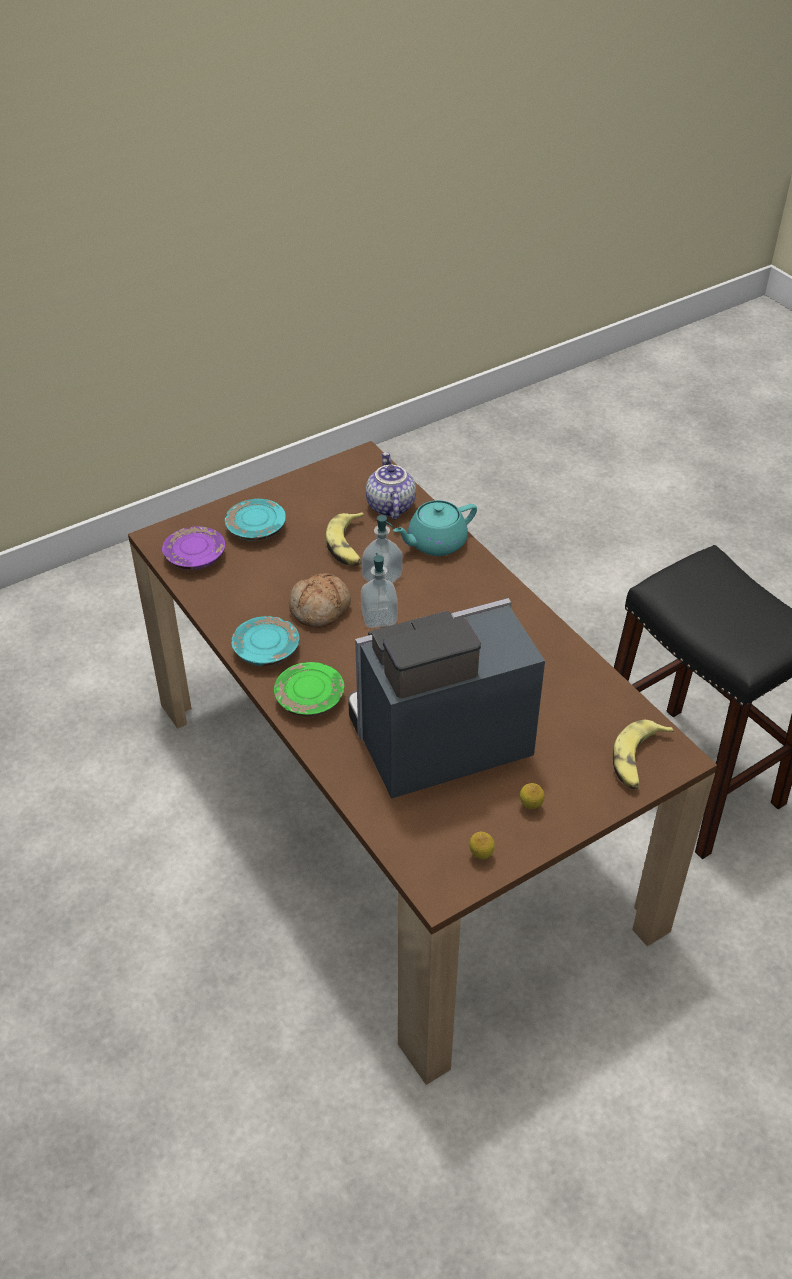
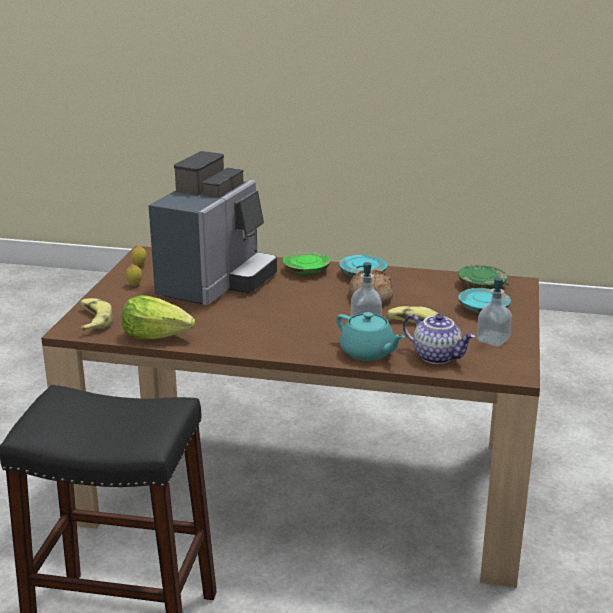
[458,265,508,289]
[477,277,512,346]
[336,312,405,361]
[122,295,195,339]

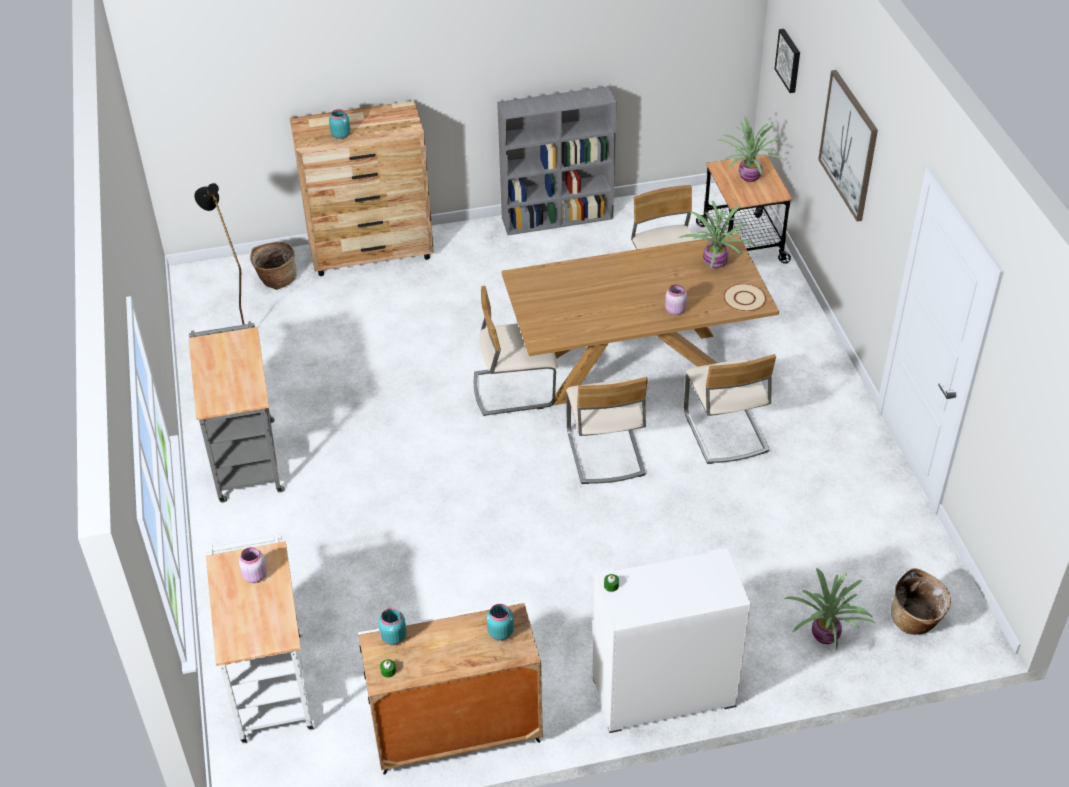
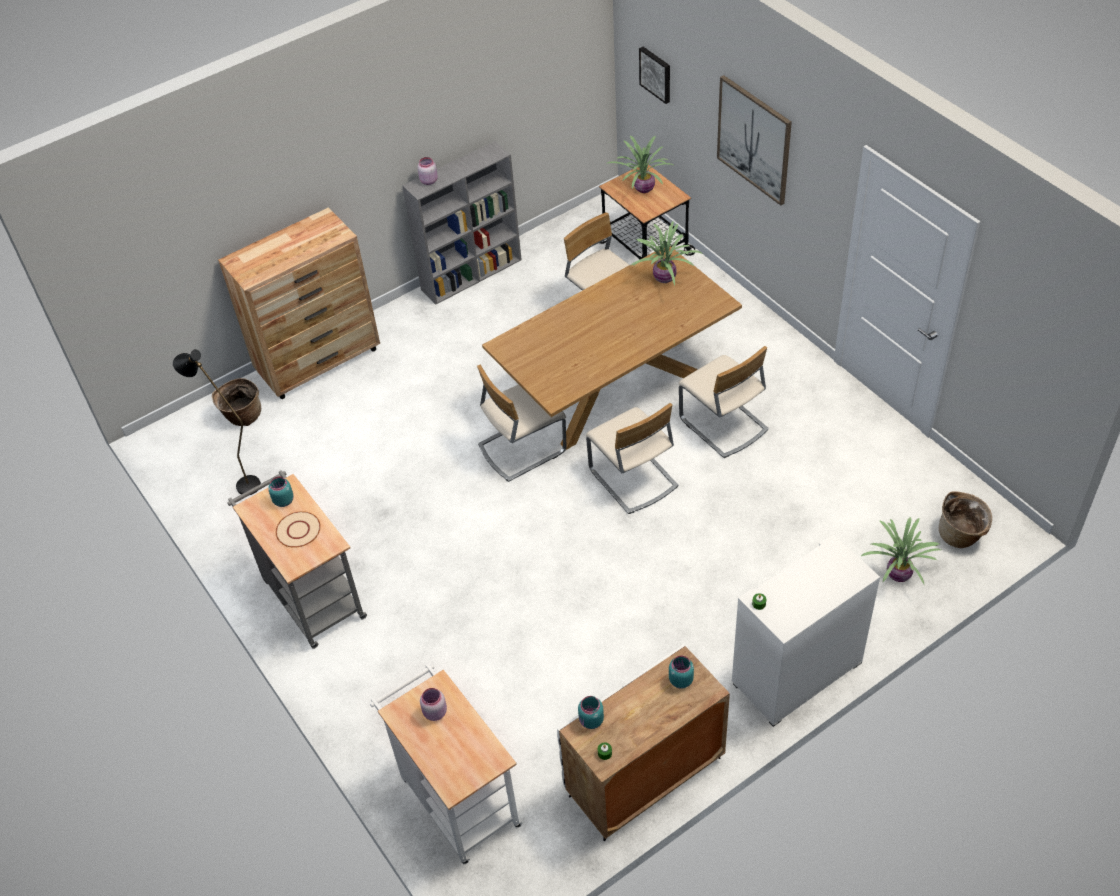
[268,477,294,507]
[418,157,438,185]
[276,511,321,548]

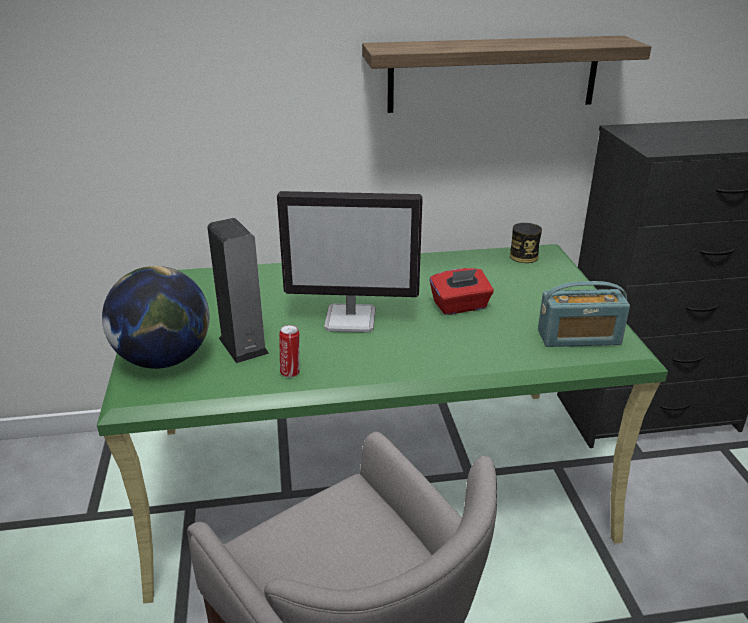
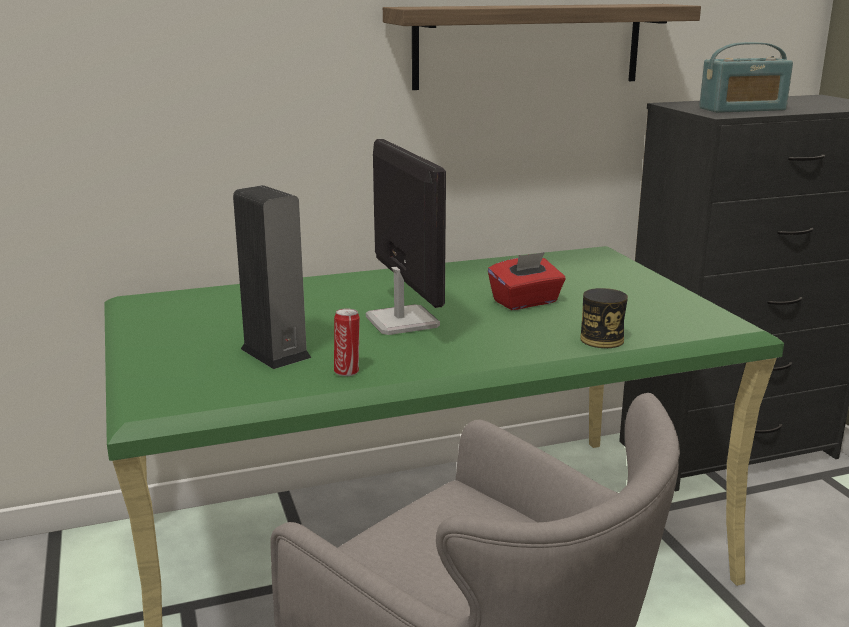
[102,266,209,369] (first image)
[366,139,446,335]
[580,288,628,348]
[699,42,793,113]

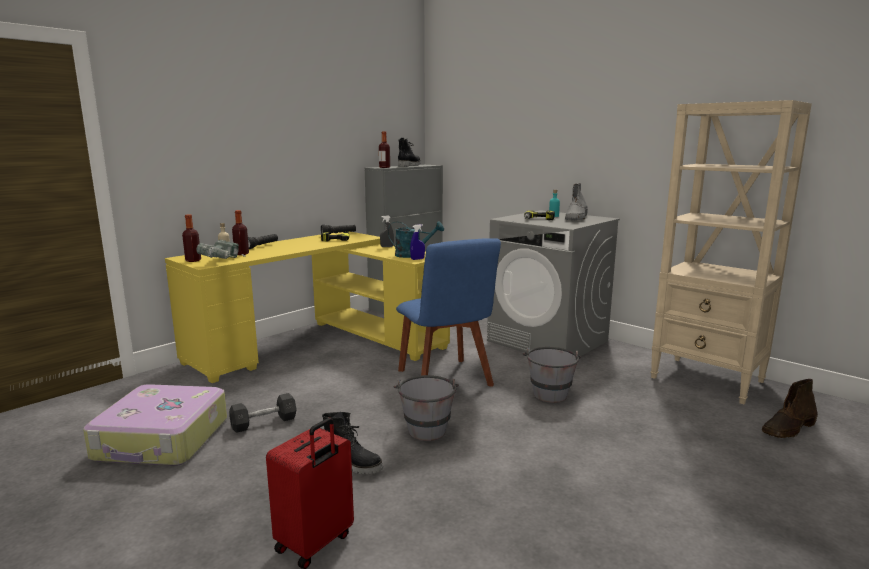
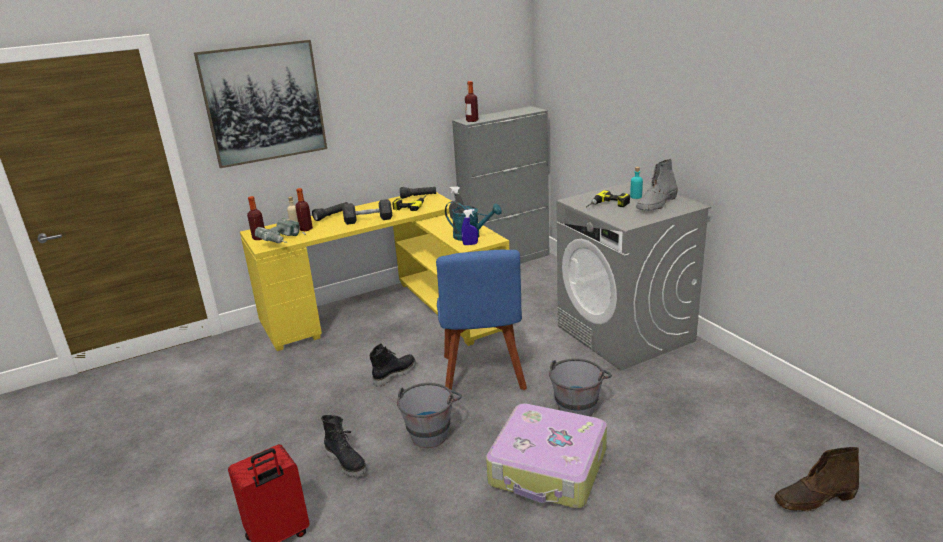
[486,403,607,509]
[343,199,392,225]
[369,343,416,387]
[650,100,812,404] (first image)
[194,40,327,168]

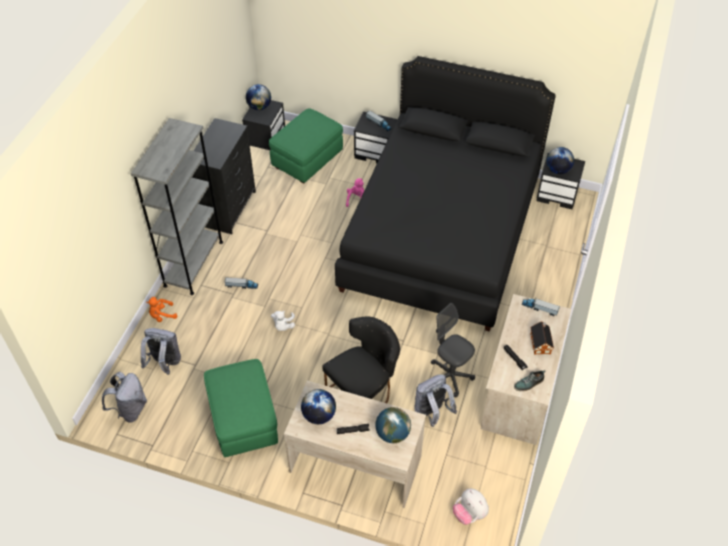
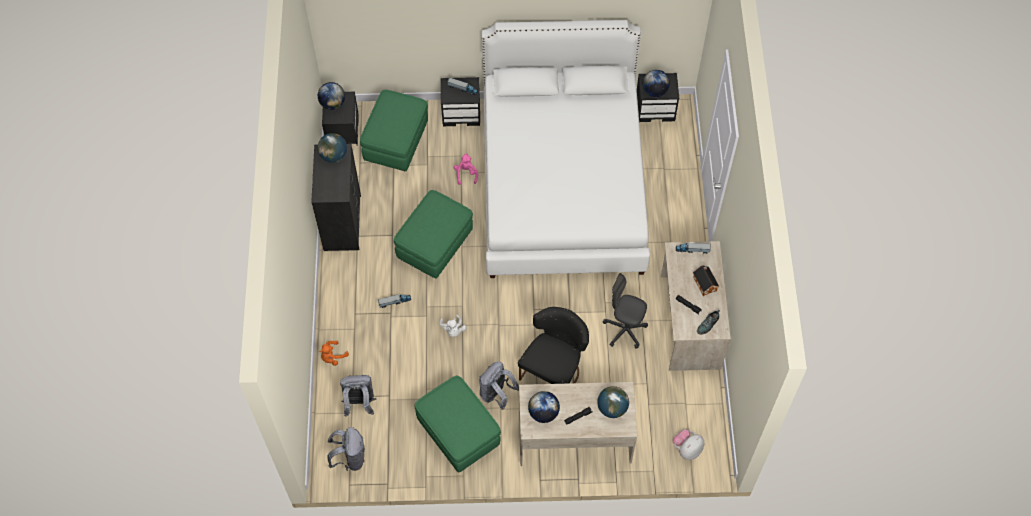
[130,118,223,295] (first image)
[482,20,650,278]
[479,361,519,410]
[672,429,705,460]
[317,133,347,163]
[394,190,473,279]

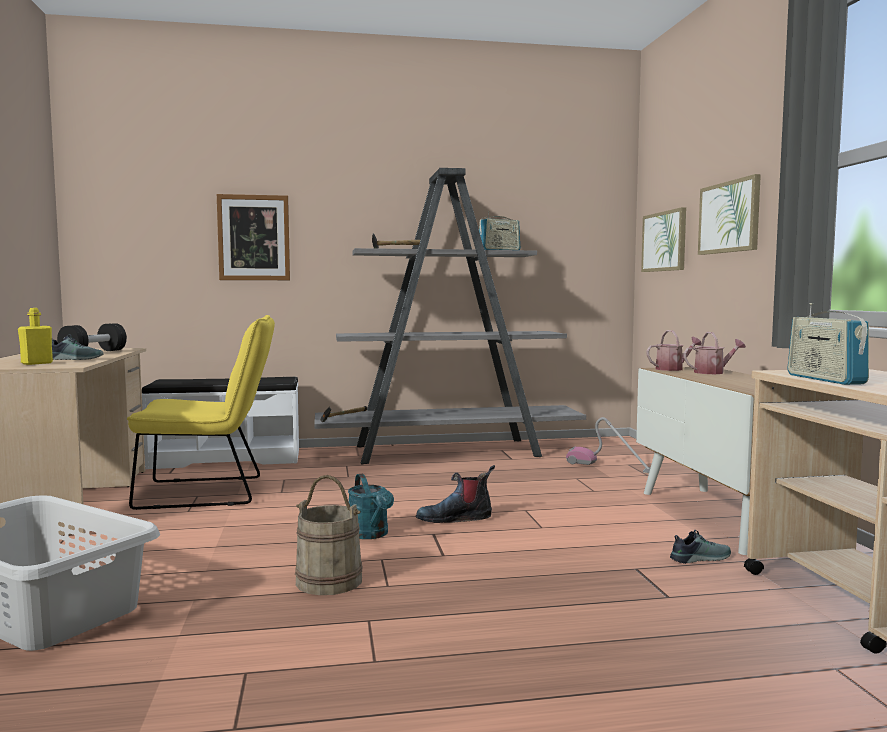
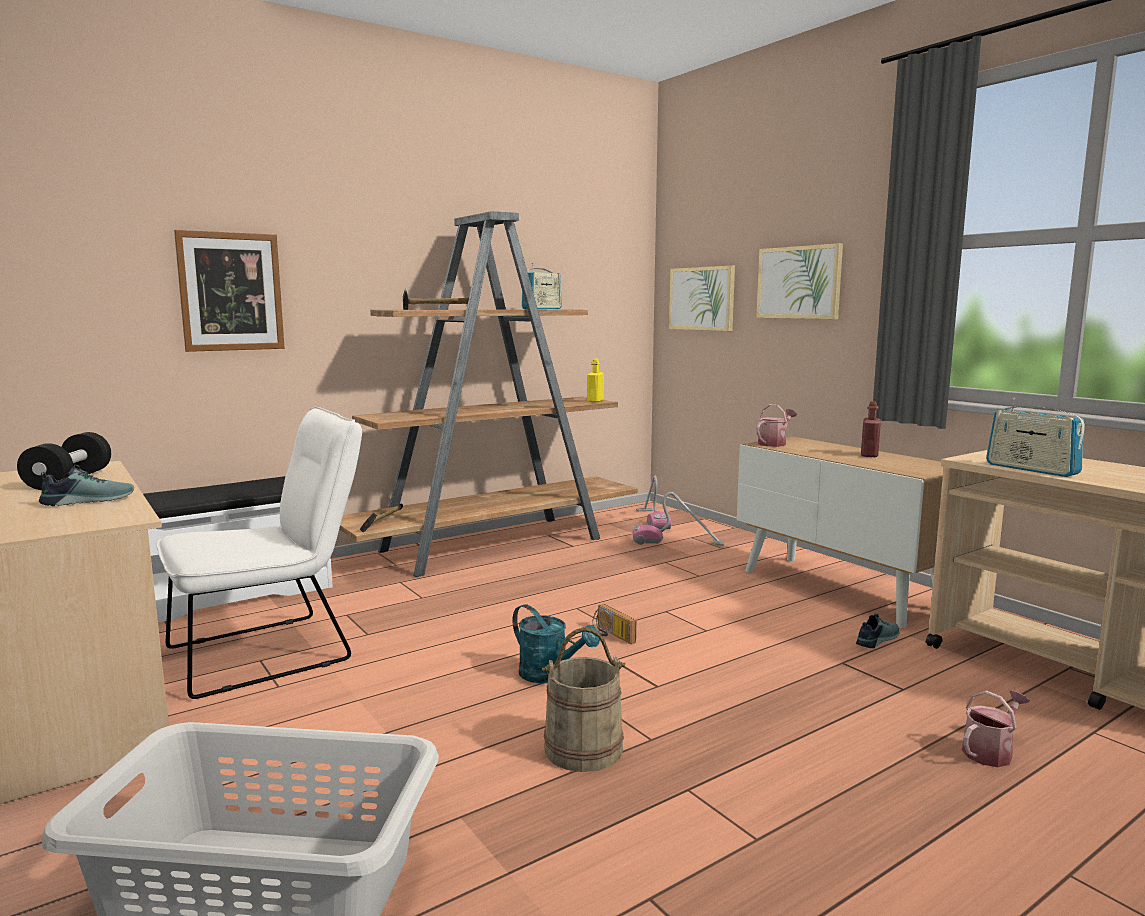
[587,358,604,402]
[156,407,362,699]
[339,211,637,577]
[593,604,636,644]
[962,690,1030,767]
[636,476,671,529]
[861,401,881,457]

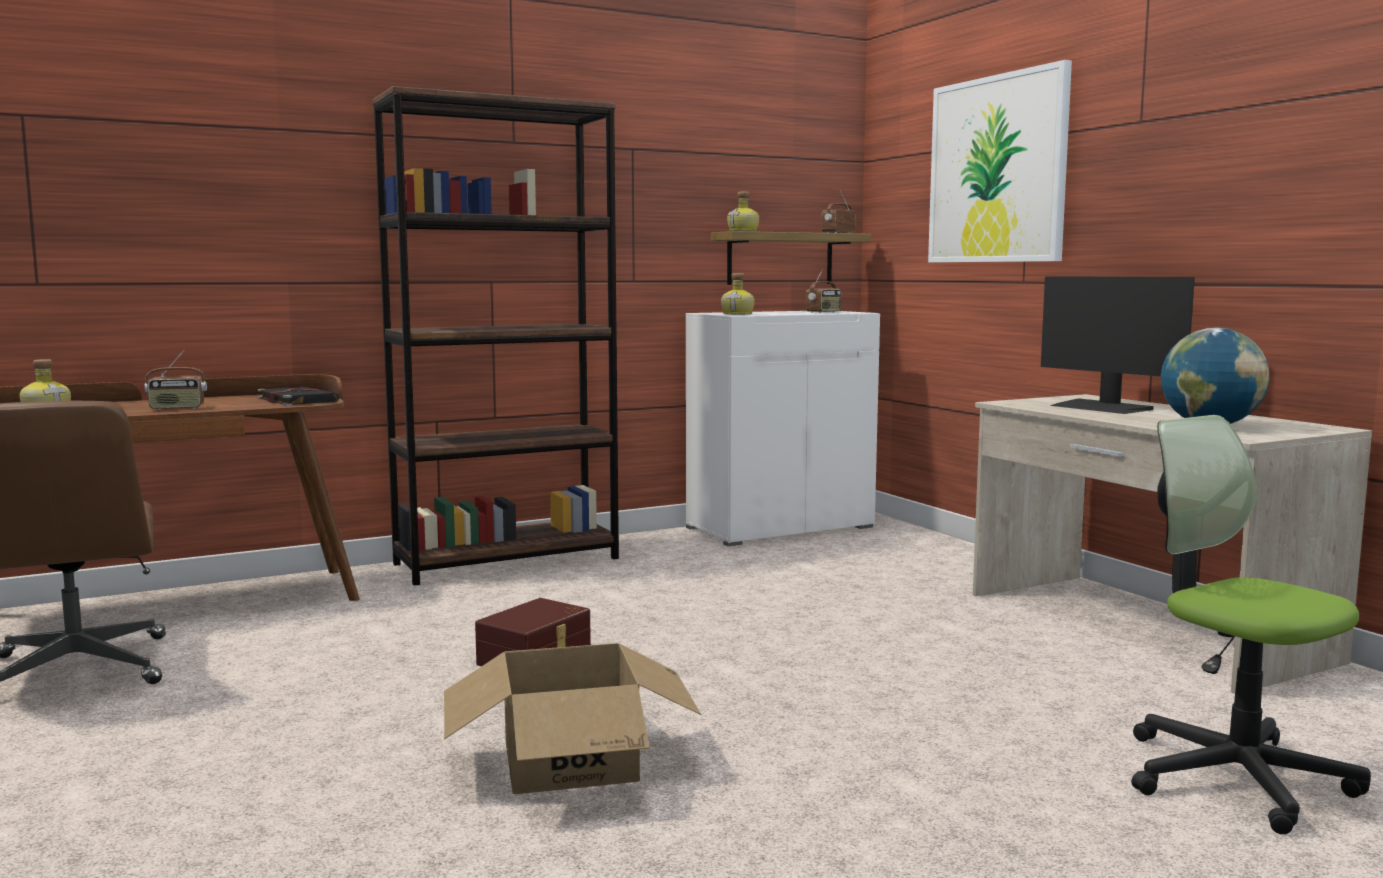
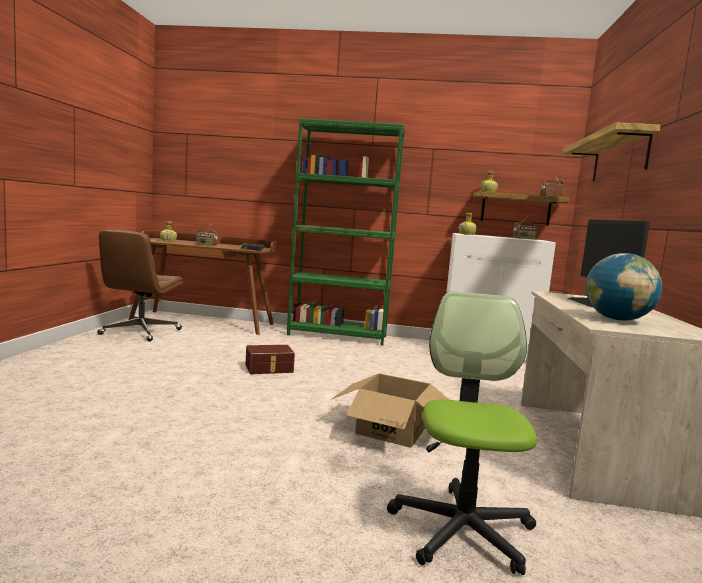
[287,118,405,346]
[332,373,450,448]
[562,122,661,181]

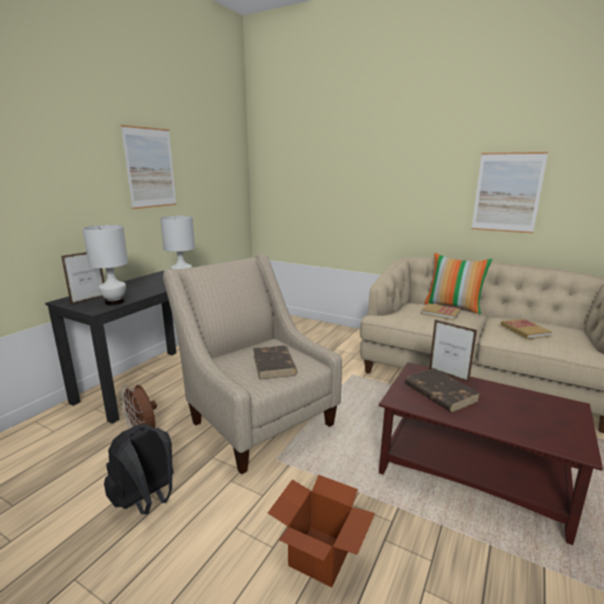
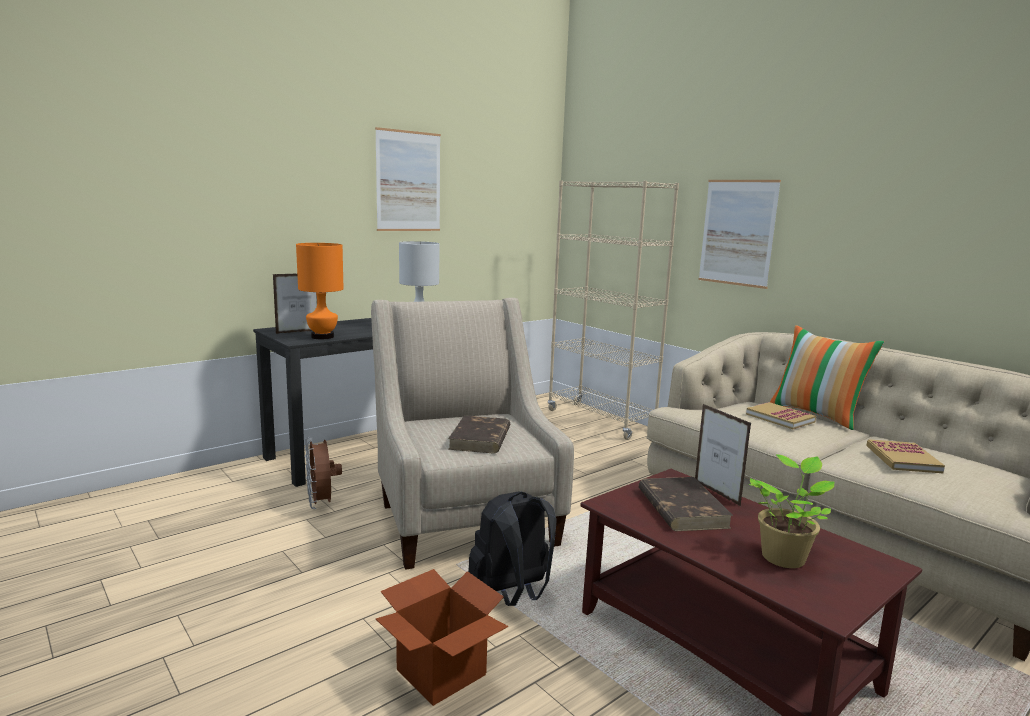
[296,243,344,339]
[468,491,557,606]
[698,180,781,289]
[548,180,679,440]
[748,454,835,568]

